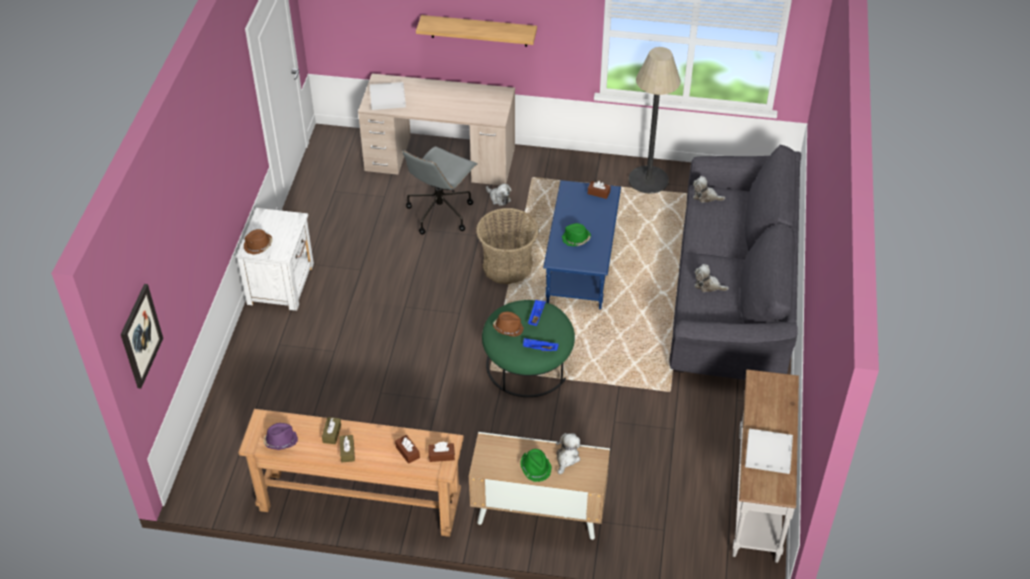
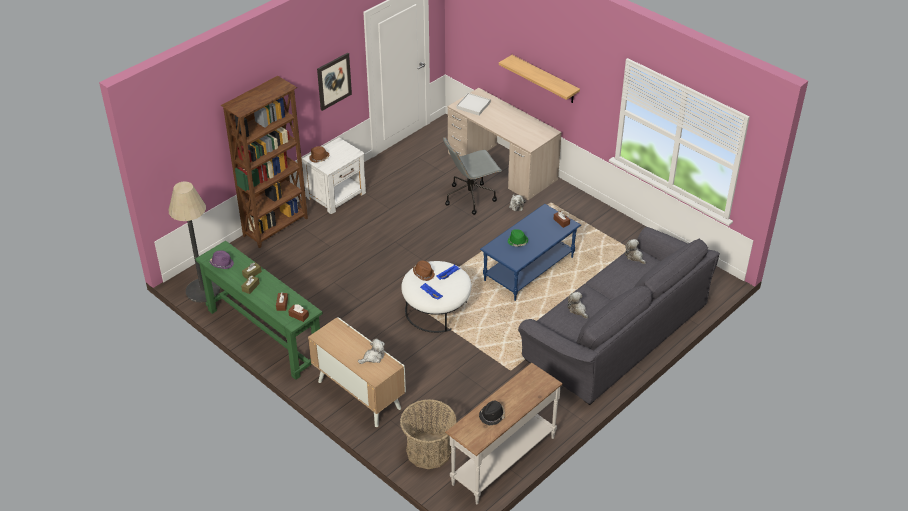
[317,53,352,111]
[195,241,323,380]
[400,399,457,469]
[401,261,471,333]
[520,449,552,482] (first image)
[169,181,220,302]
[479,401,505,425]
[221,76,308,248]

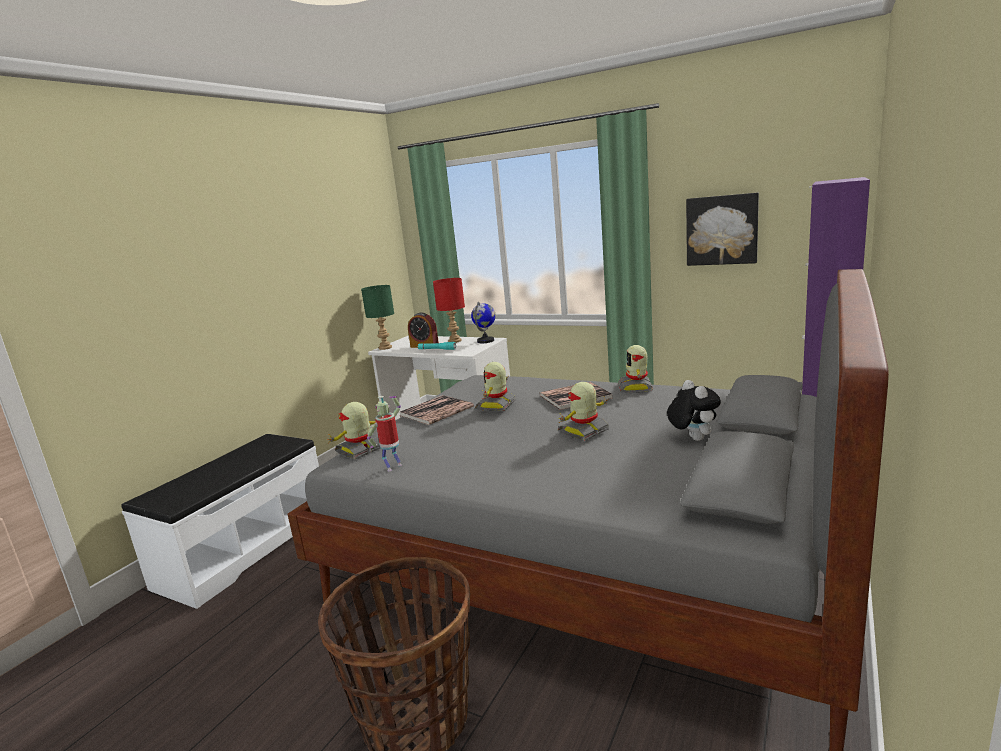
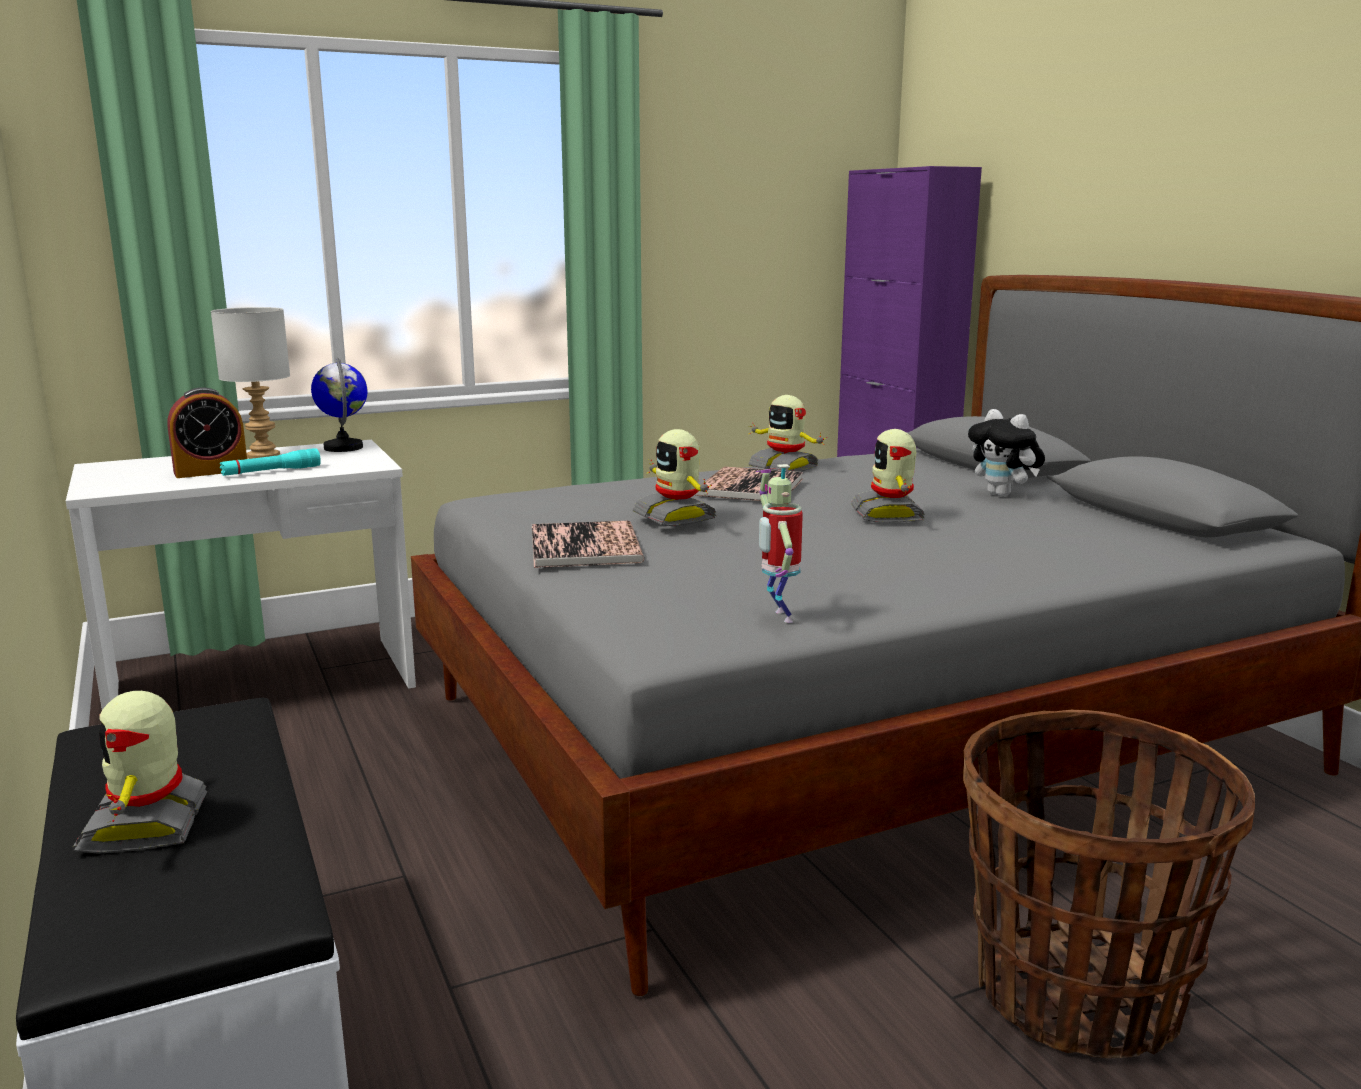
[73,691,207,854]
[361,285,394,350] (first image)
[211,307,290,459]
[968,409,1045,497]
[686,193,759,266] (first image)

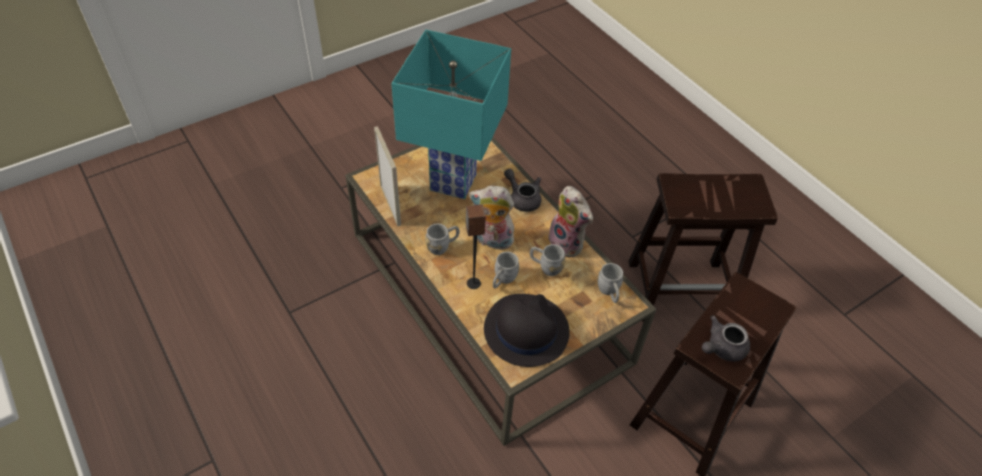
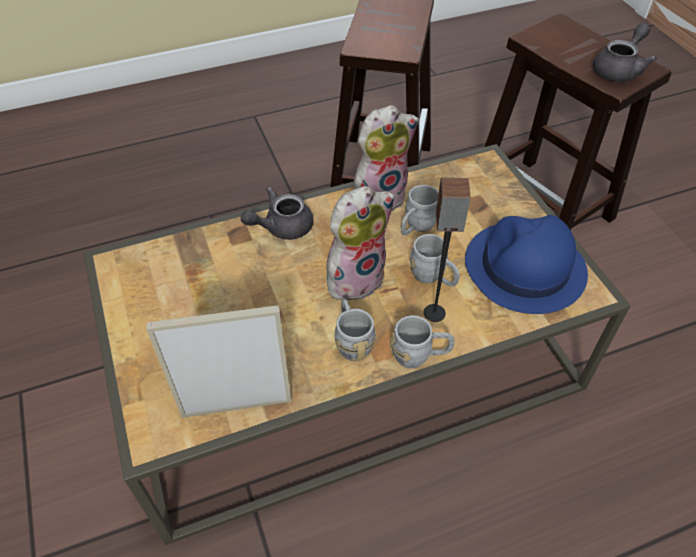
[391,29,511,199] (first image)
[326,186,395,300]
[465,215,588,314]
[390,315,455,368]
[593,23,657,82]

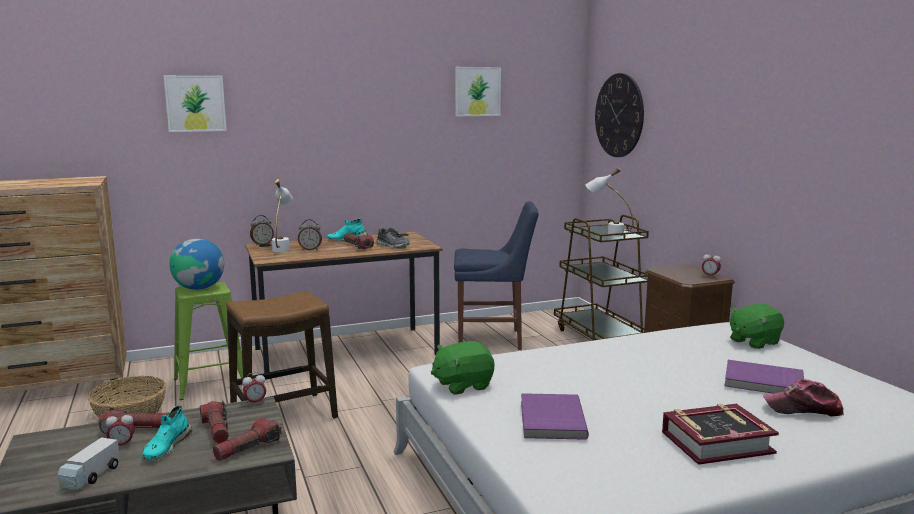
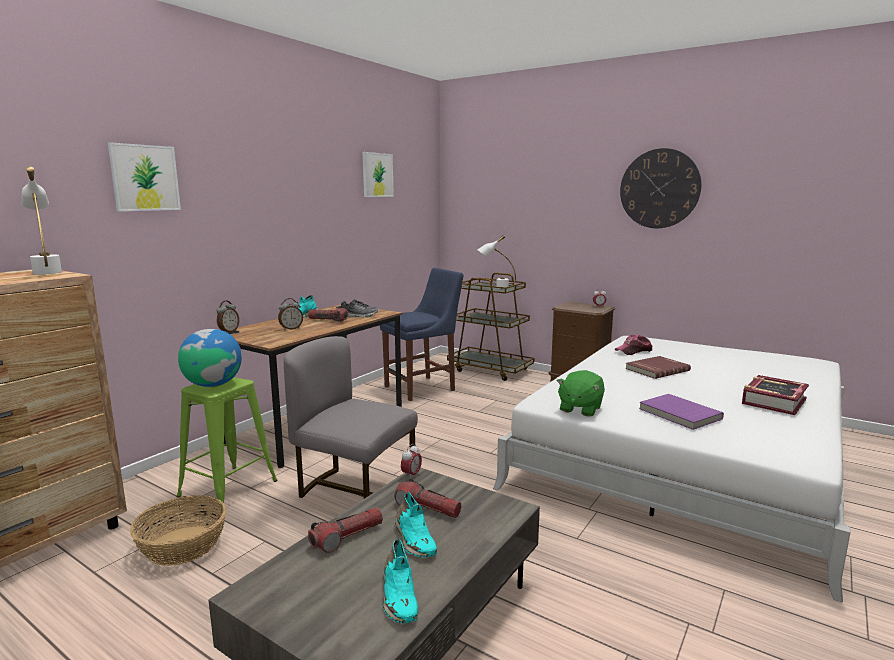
[383,538,418,623]
[106,412,135,446] (first image)
[213,418,282,461] (first image)
[284,336,418,499]
[21,166,62,275]
[620,148,701,228]
[725,360,804,394] (first image)
[729,304,784,349] (first image)
[615,335,652,355]
[625,356,691,379]

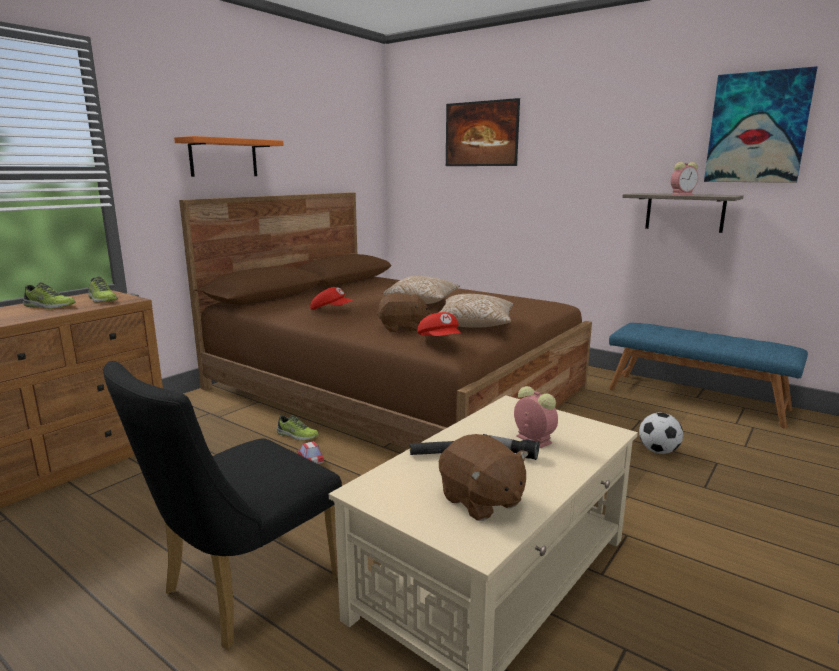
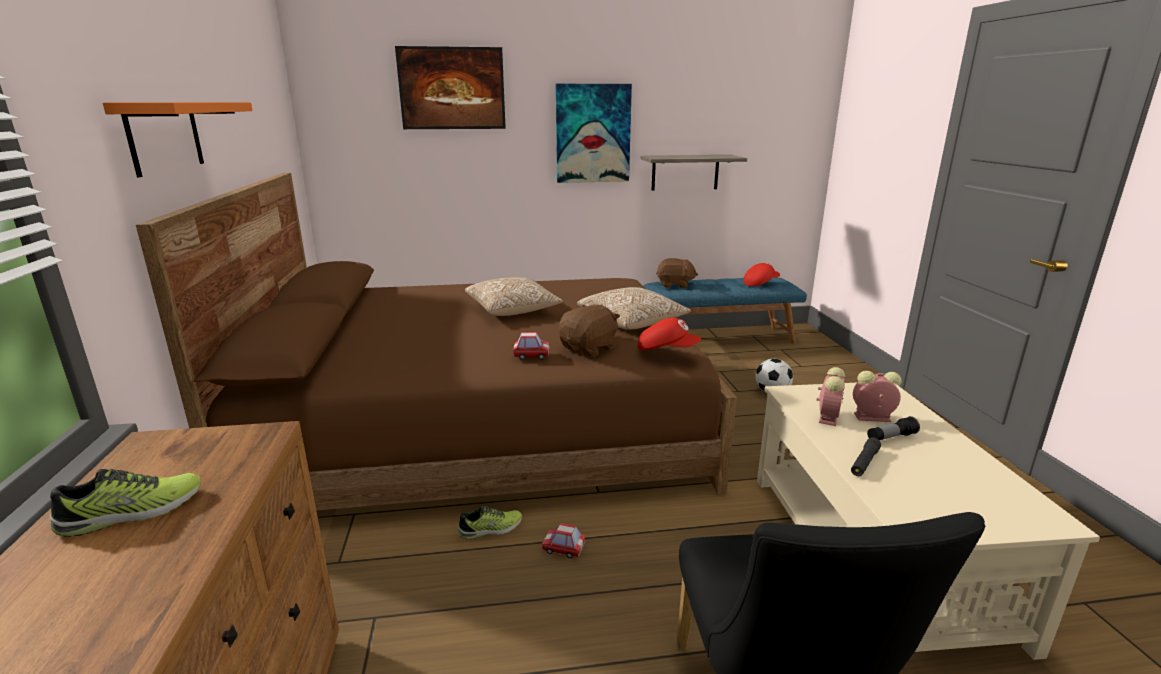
[88,276,118,303] (first image)
[743,263,780,286]
[656,258,698,288]
[816,367,845,426]
[555,84,632,183]
[513,332,549,360]

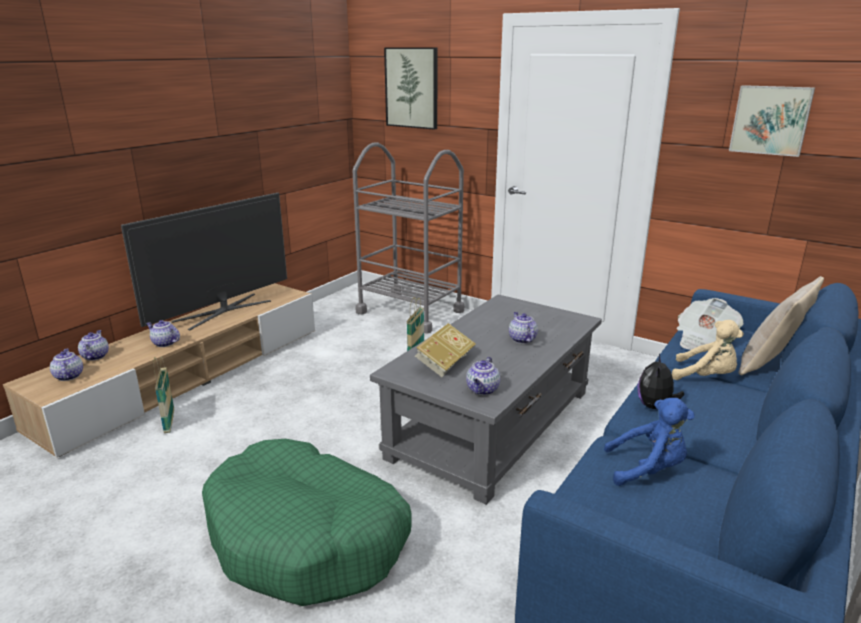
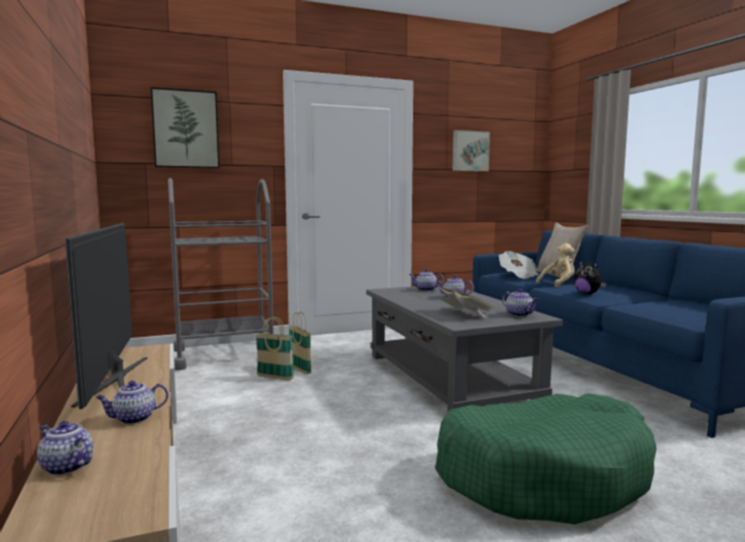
[409,269,444,291]
[256,317,294,380]
[604,398,694,486] (first image)

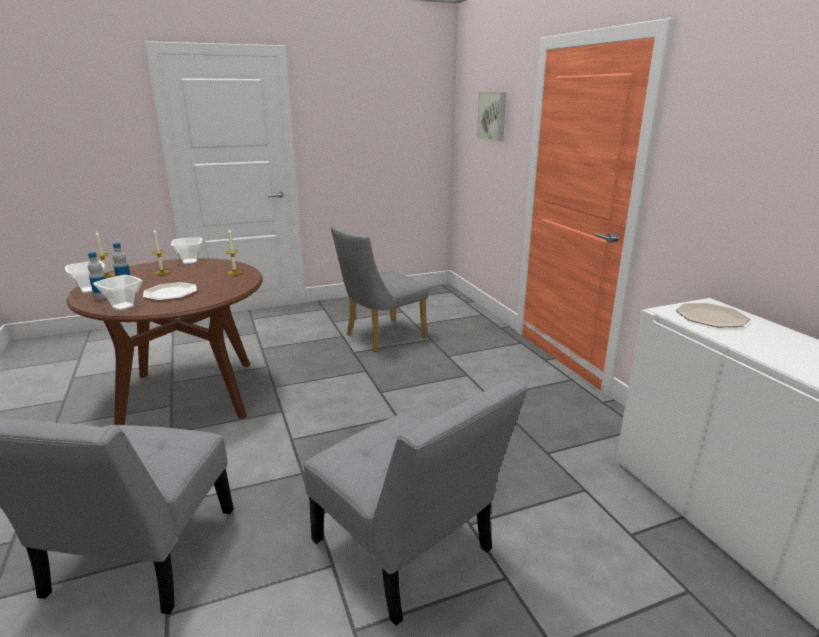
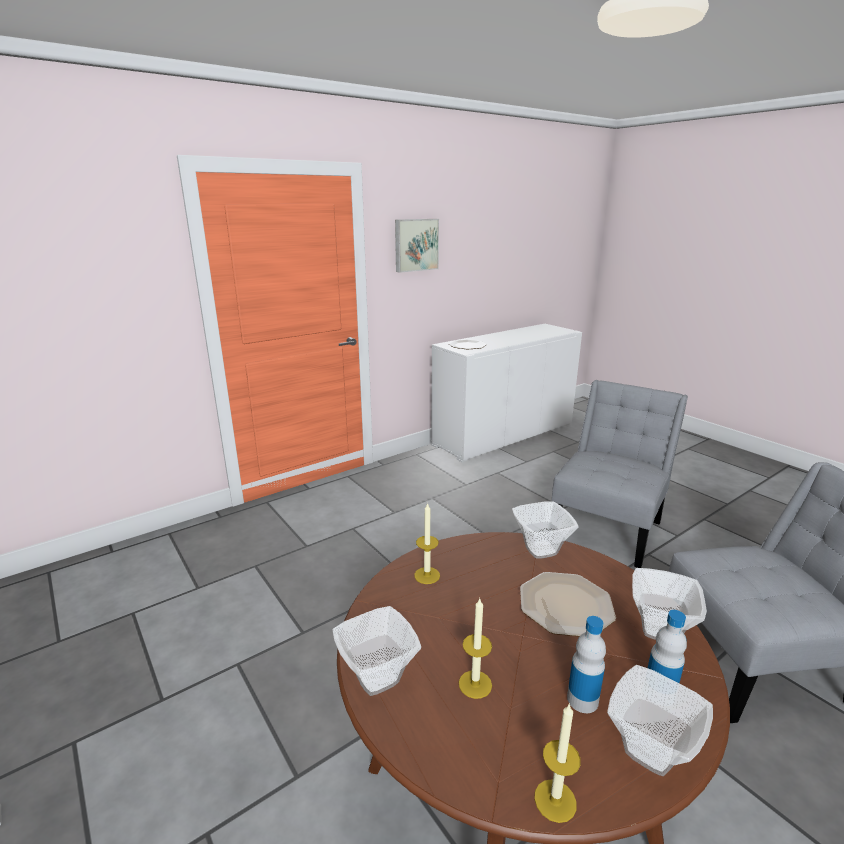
[331,224,429,352] (first image)
[395,219,439,273]
[512,501,579,559]

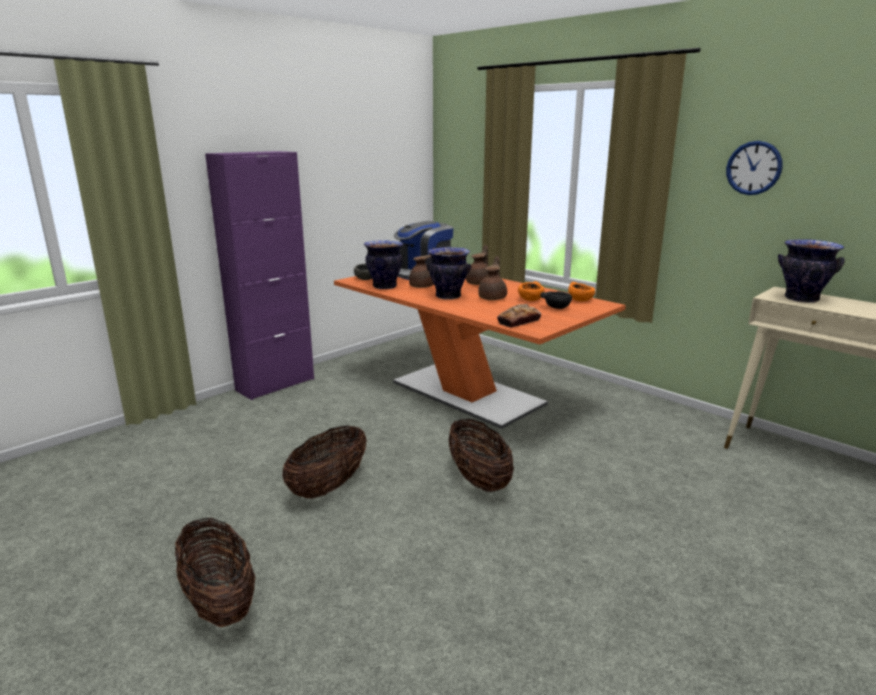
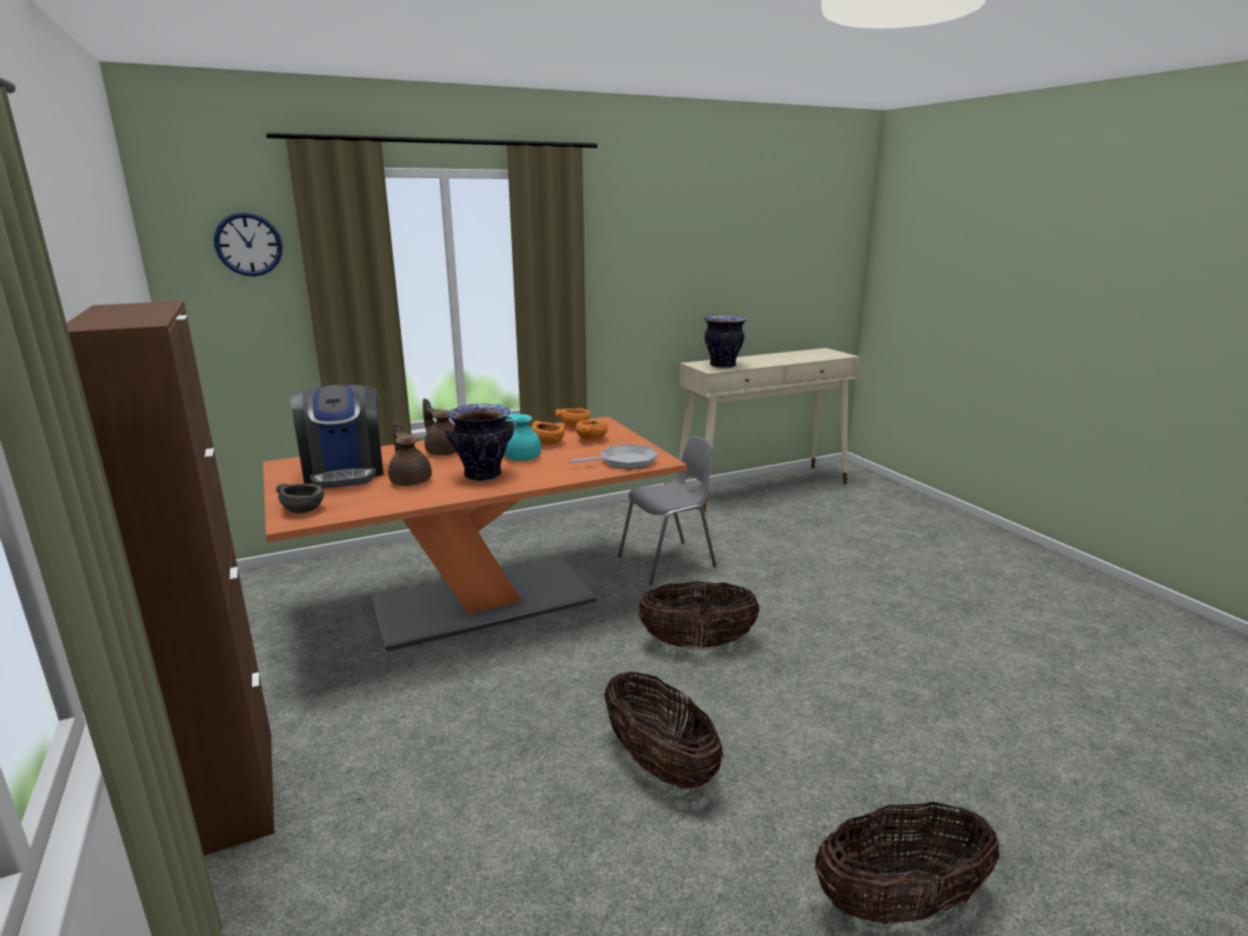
[66,301,275,855]
[364,240,404,289] (first image)
[497,403,541,461]
[569,444,658,469]
[575,420,608,440]
[214,212,282,276]
[618,435,717,585]

